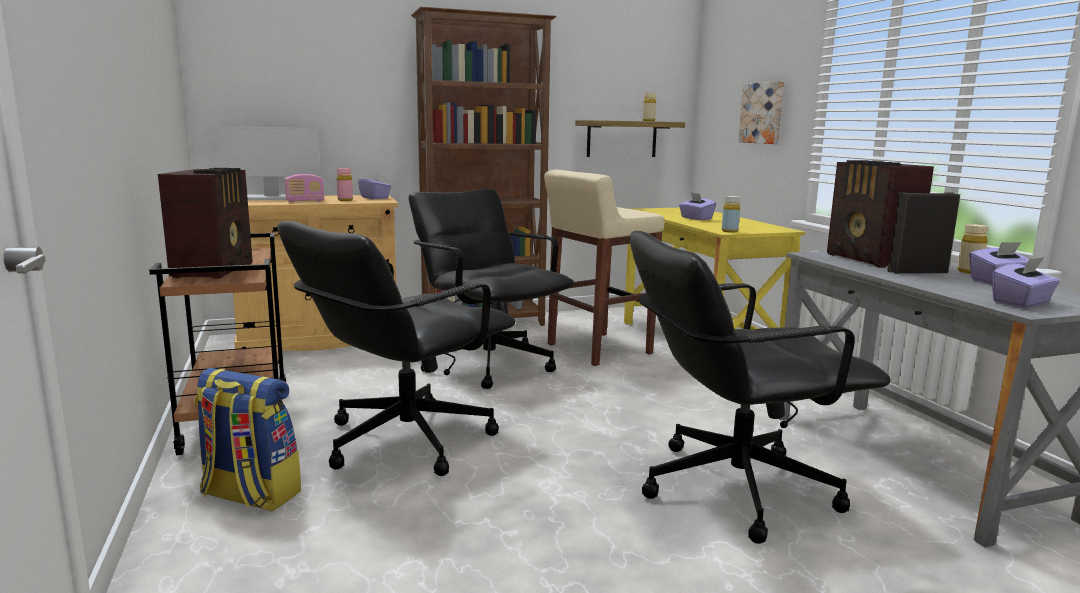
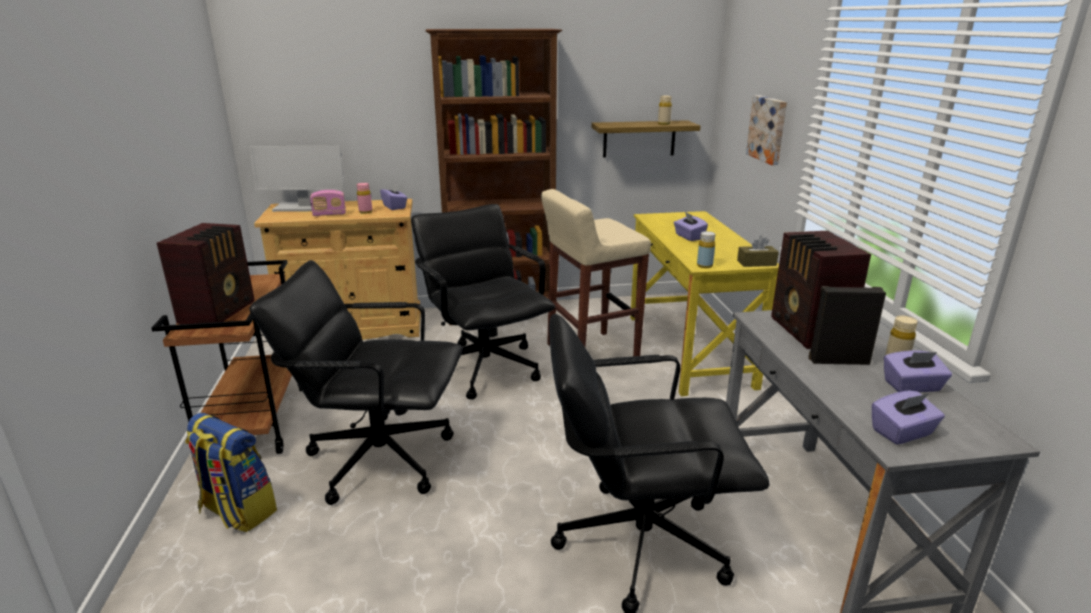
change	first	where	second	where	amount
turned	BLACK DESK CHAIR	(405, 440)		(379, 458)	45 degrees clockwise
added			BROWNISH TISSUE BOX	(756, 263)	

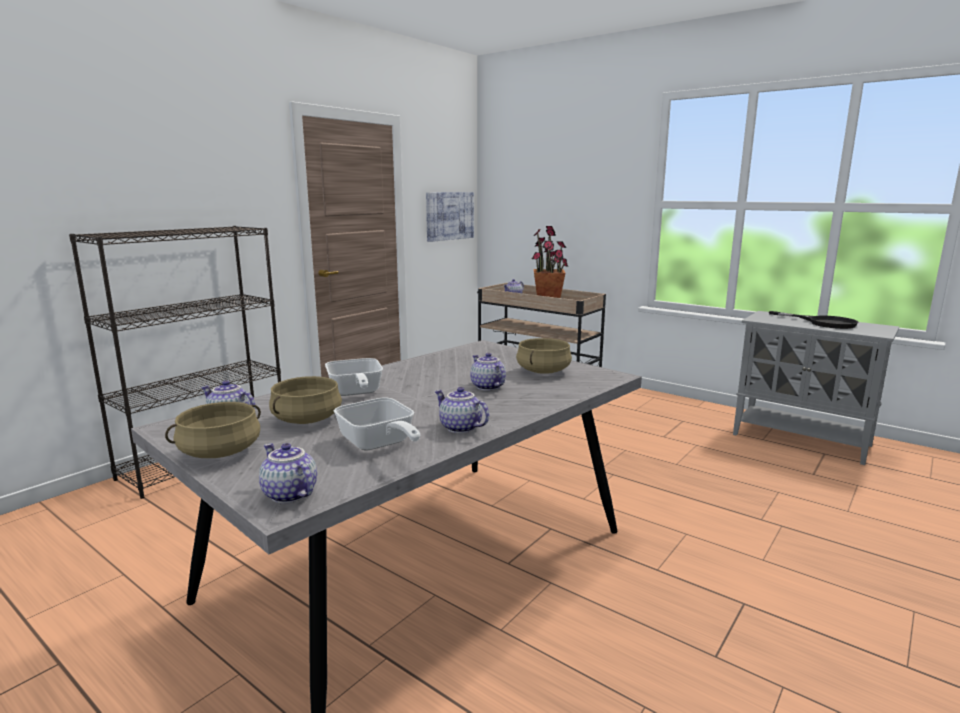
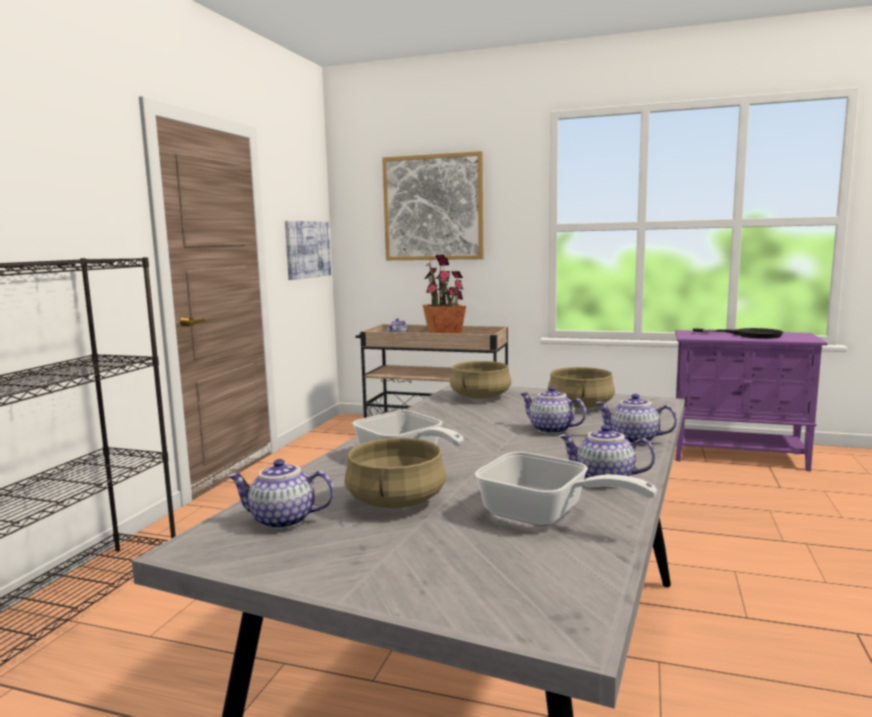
change	first	where	second	where	amount
added			WALL PICTURE	(433, 208)	
moved	BEIGE COOKING POT	(220, 452)		(480, 397)	
moved	TEA POT	(288, 494)		(633, 439)	
recoloured	GREYISH CUPBOARD	(802, 440)	PURPLE-COLOURED CUPBOARD	(739, 456)	

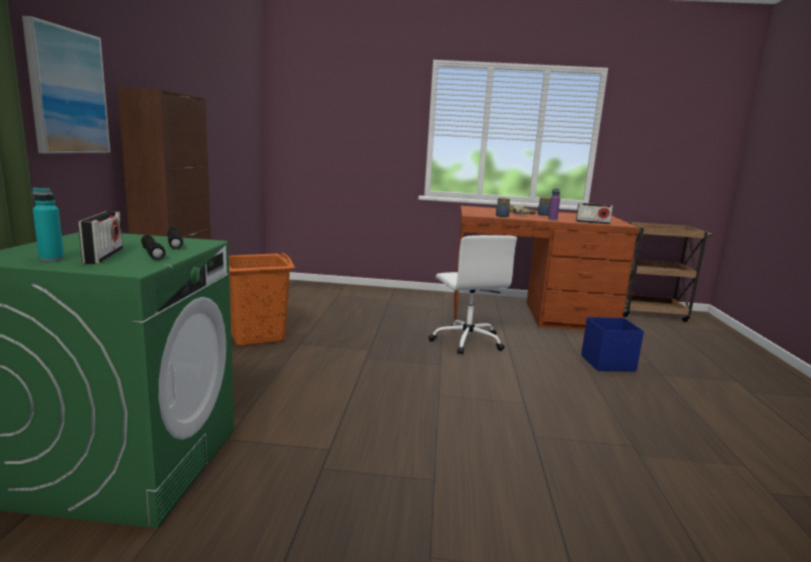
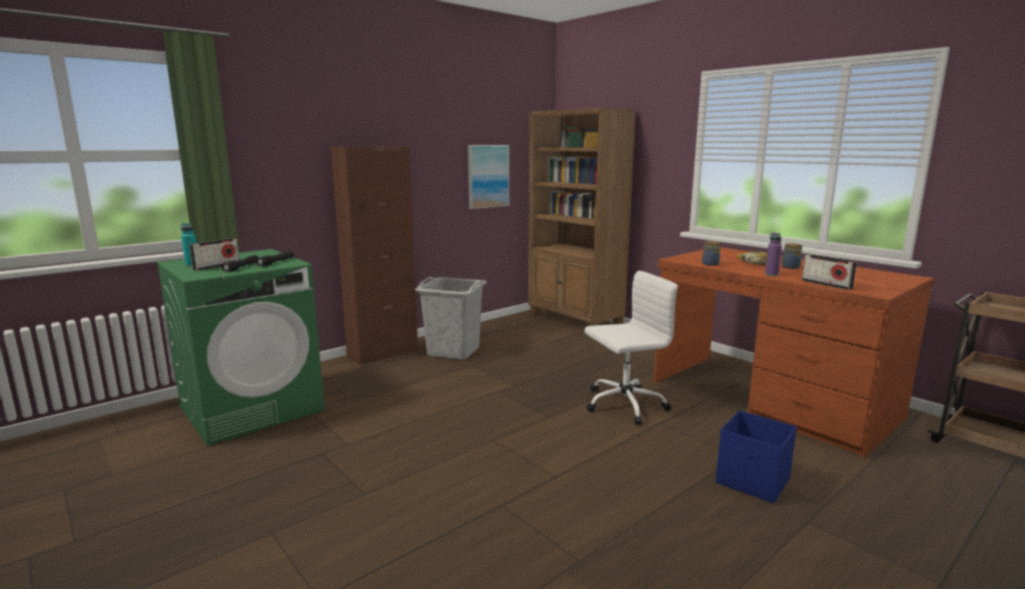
change	first	where	second	where	amount
recoloured	ORANGE WASHING BASKET	(256, 336)	GREYISH WASHING BASKET	(453, 351)	
moved	WALL PICTURE	(67, 91)		(488, 176)	
added			BROWNISH BOOKCASE	(575, 320)	
turned	WHITE DESK CHAIR	(467, 341)		(623, 404)	135 degrees counterclockwise

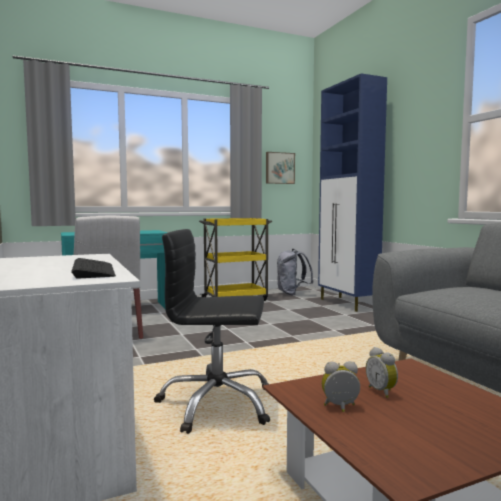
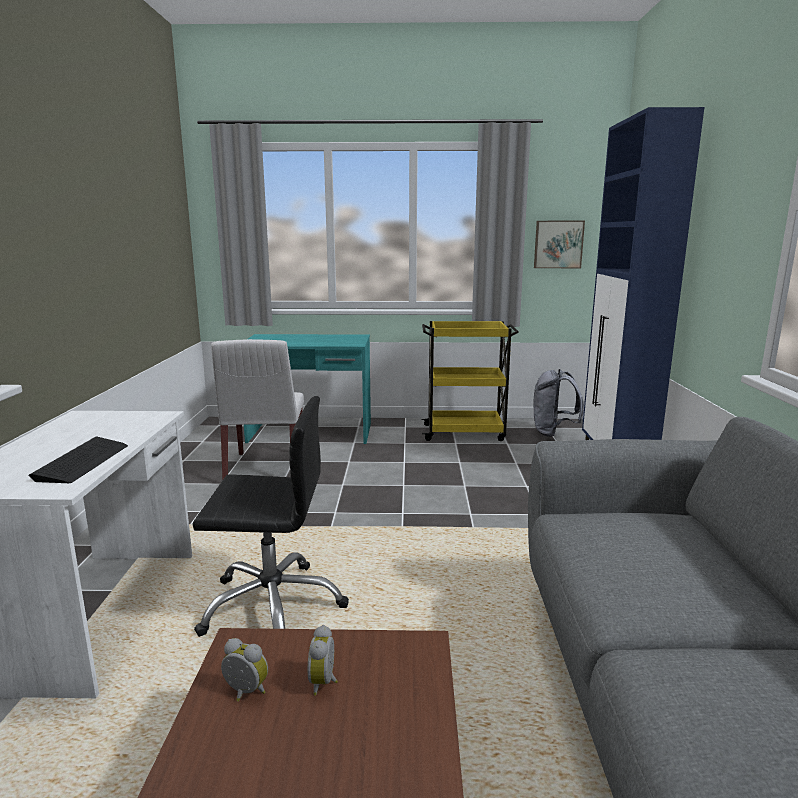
change	first	where	second	where	amount
turned	BLACK DESK CHAIR	(216, 404)		(273, 606)	150 degrees clockwise

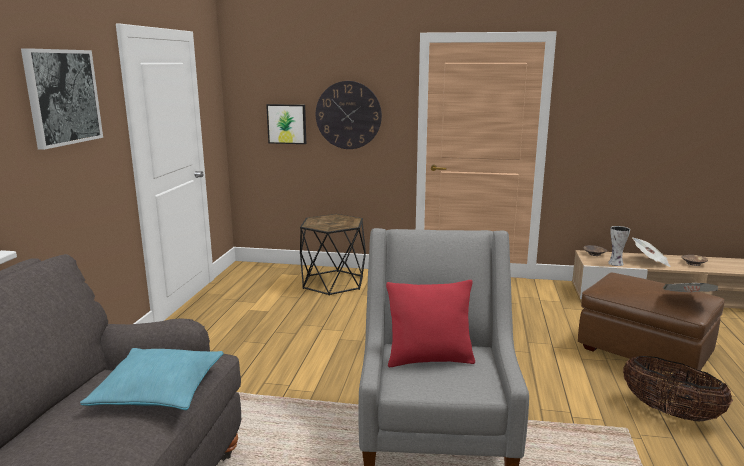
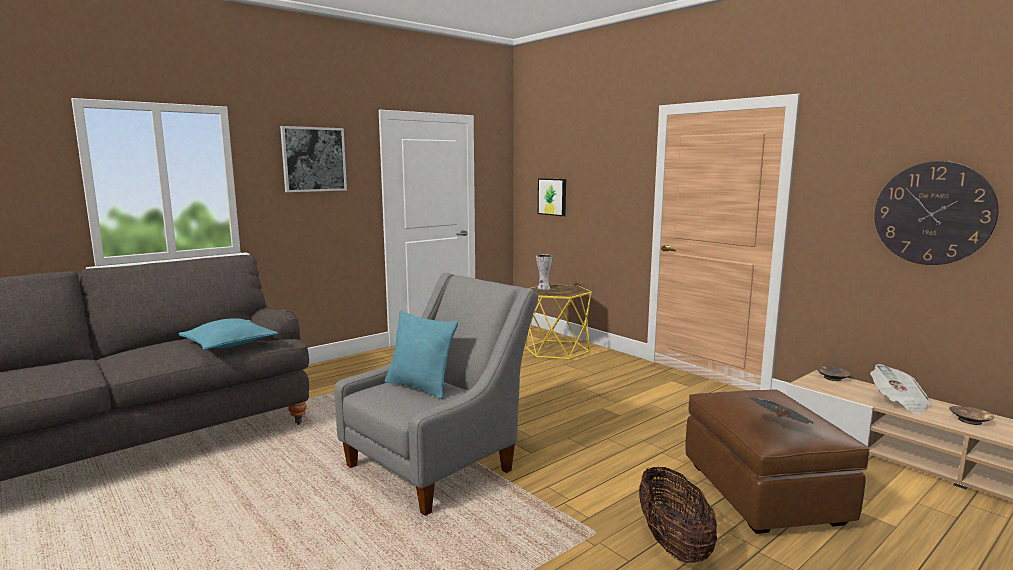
change	first	where	second	where	amount
recoloured	RED-COLOURED CUSHION	(429, 359)	BLUE-GREEN CUSHION	(420, 387)	
recoloured	BLACK ACCENT TABLE	(333, 283)	YELLOW-COLOURED ACCENT TABLE	(557, 350)	
moved	DECORATIVE VASE	(615, 263)		(543, 288)	
moved	WALL CLOCK	(348, 115)		(933, 213)	

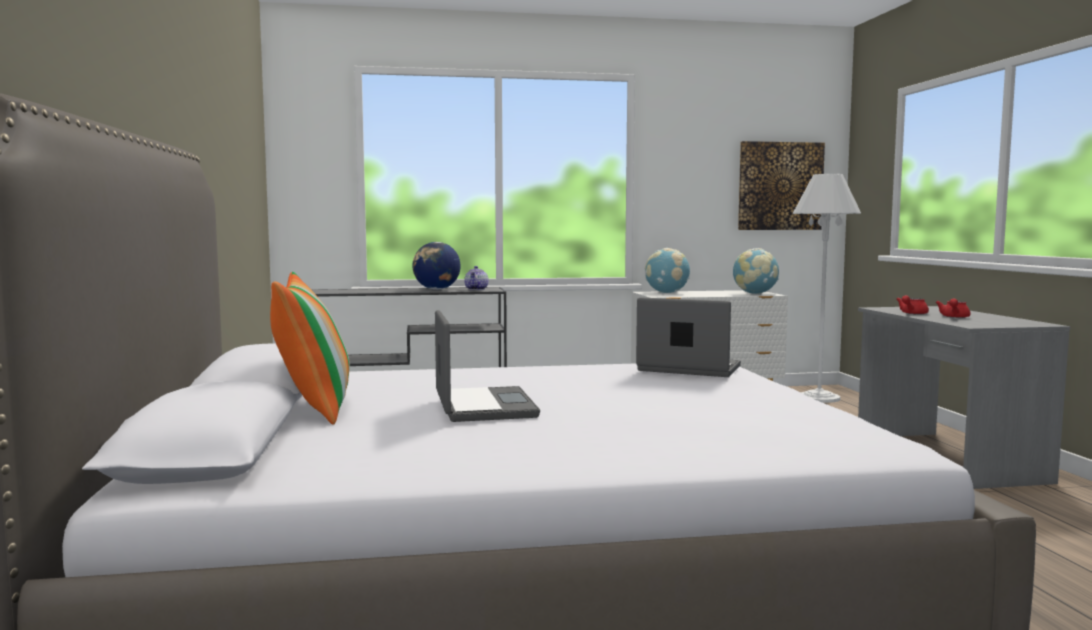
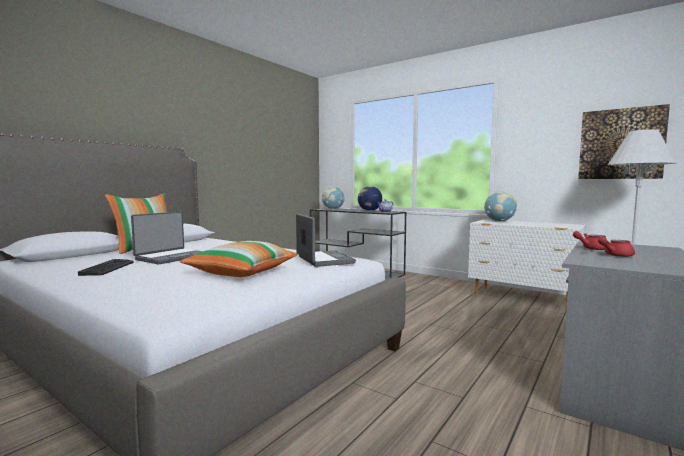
change	first	where	second	where	amount
added			PC KEYBOARD	(108, 268)	
added			CUSHION	(242, 272)	
moved	GLOBE	(755, 293)		(333, 209)	

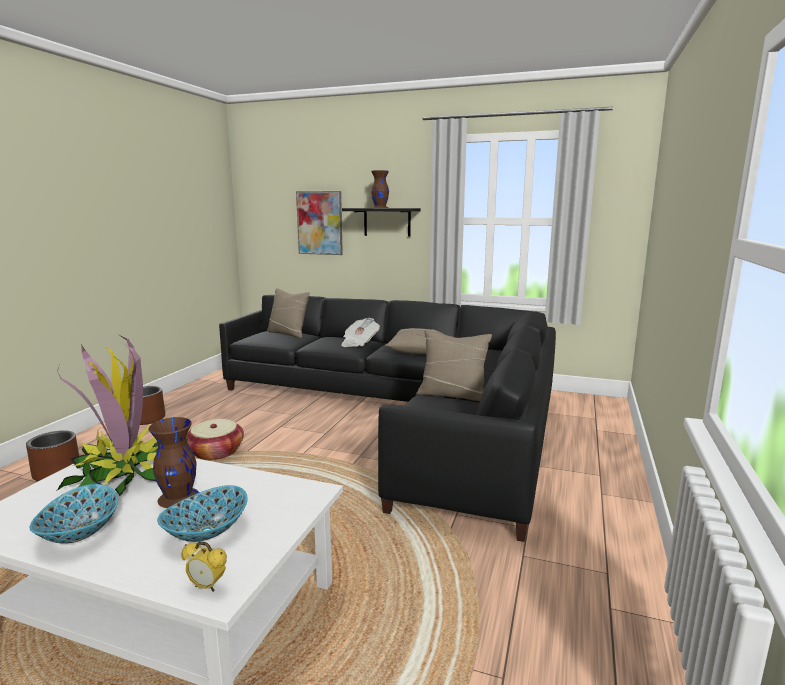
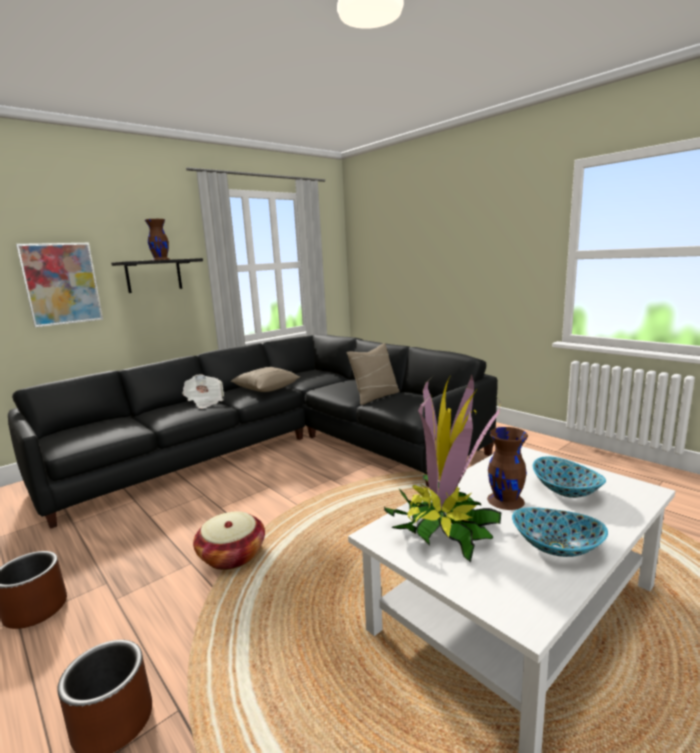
change	first	where	second	where	amount
removed	ALARM CLOCK	(207, 586)			
removed	BEIGE CUSHION	(288, 333)			

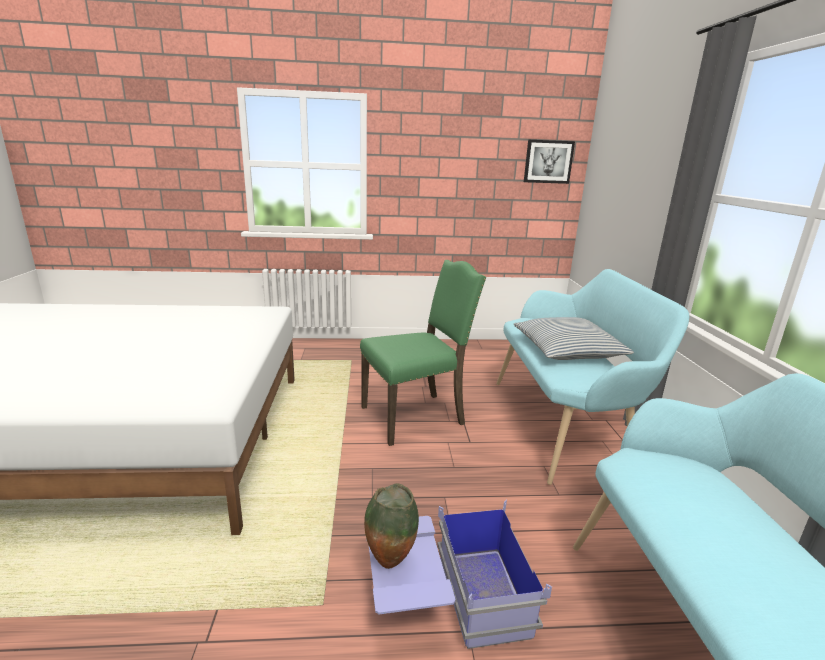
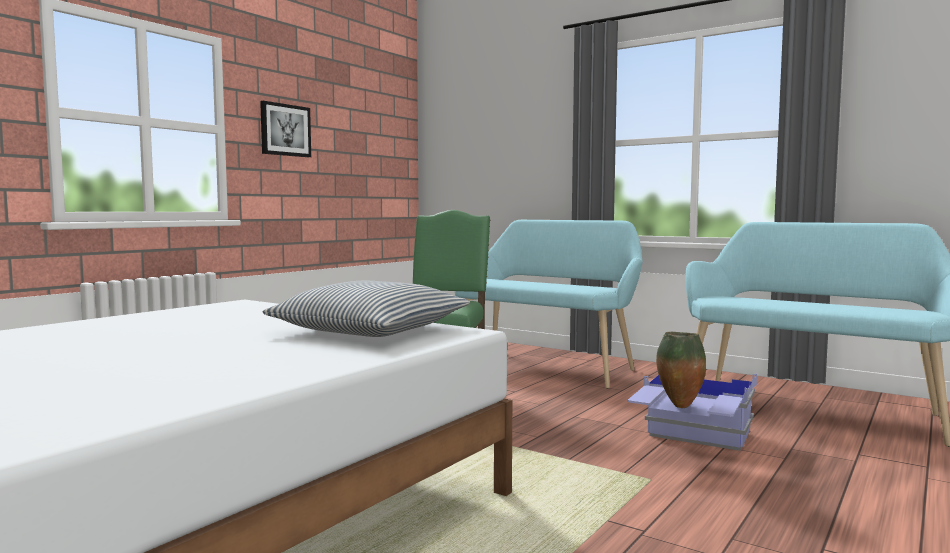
change	first	where	second	where	amount
moved	WALL PICTURE	(548, 161)		(285, 130)	
moved	CUSHION	(567, 350)		(370, 330)	

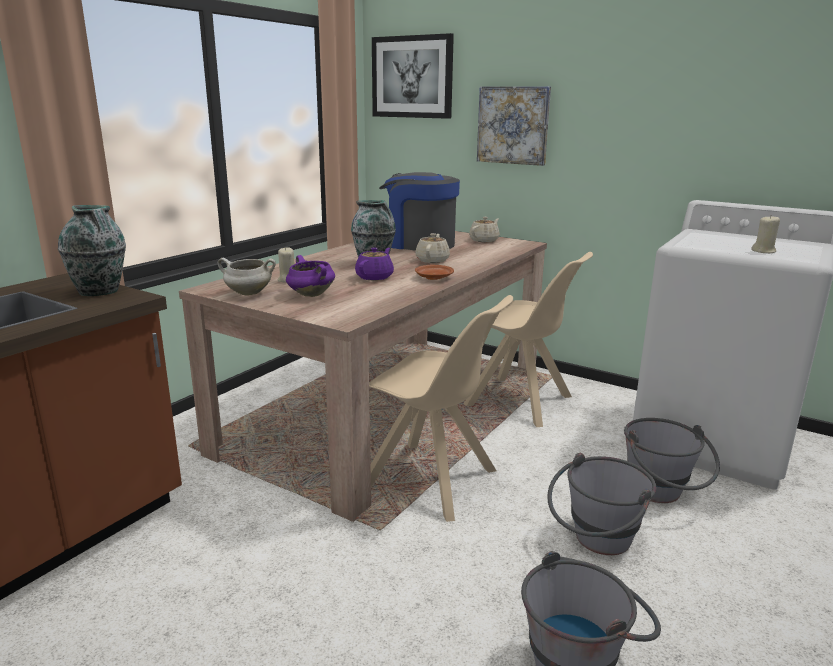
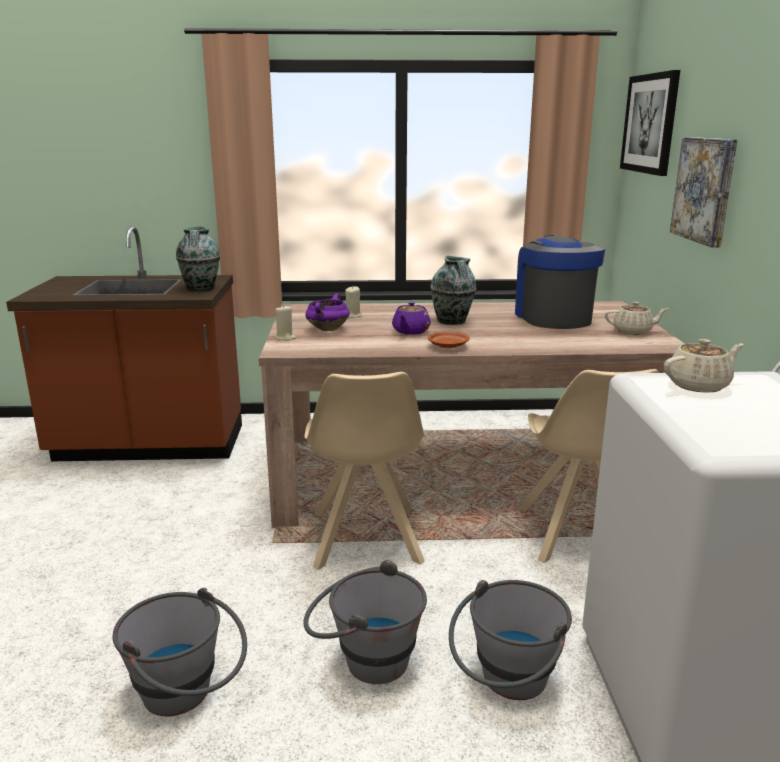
change	first	where	second	where	amount
moved	BEIGE CANDLE	(763, 251)		(285, 338)	
turned	PURPLE-COLOURED TEA POT	(375, 277)		(410, 331)	120 degrees clockwise
moved	BEIGE TEA POT	(432, 260)		(699, 385)	
removed	WHITE COOKING POT	(248, 293)			

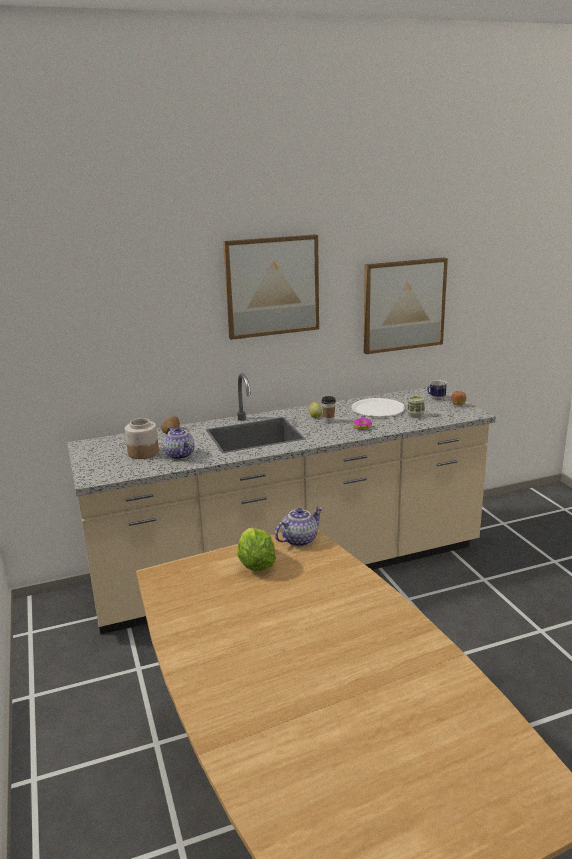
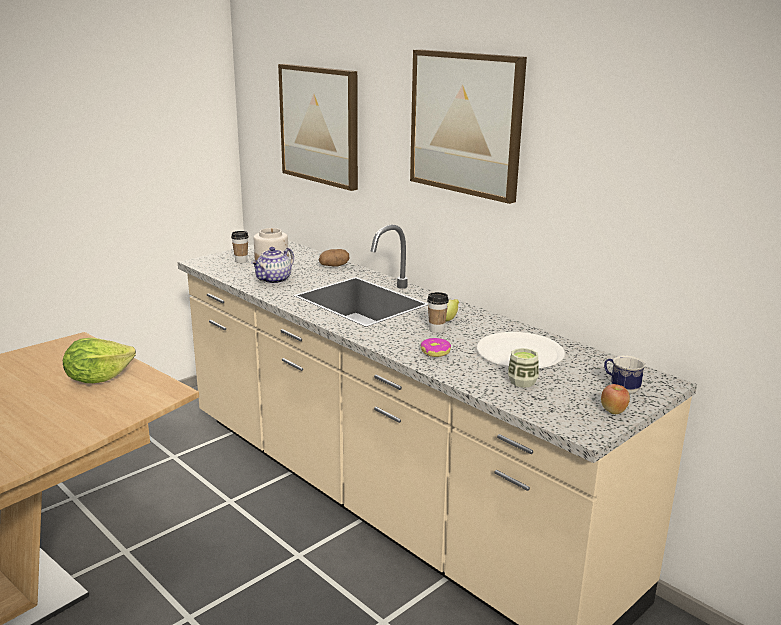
change	first	where	second	where	amount
added			CUP	(241, 261)	
moved	WALL PICTURE	(403, 305)		(320, 125)	
removed	TEA POT	(299, 540)			

